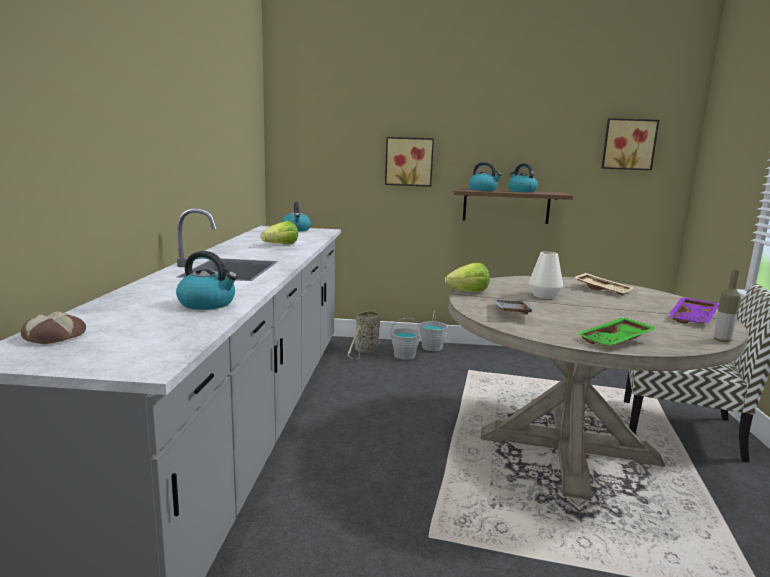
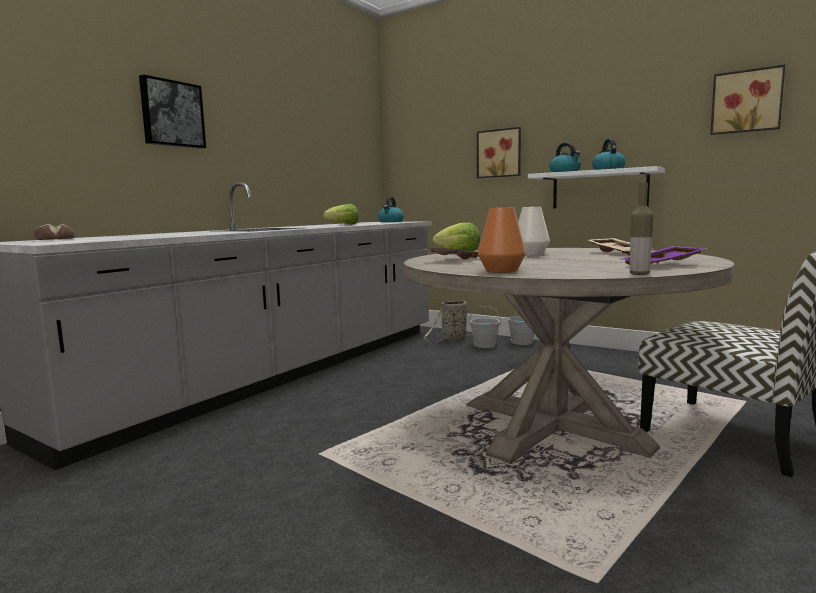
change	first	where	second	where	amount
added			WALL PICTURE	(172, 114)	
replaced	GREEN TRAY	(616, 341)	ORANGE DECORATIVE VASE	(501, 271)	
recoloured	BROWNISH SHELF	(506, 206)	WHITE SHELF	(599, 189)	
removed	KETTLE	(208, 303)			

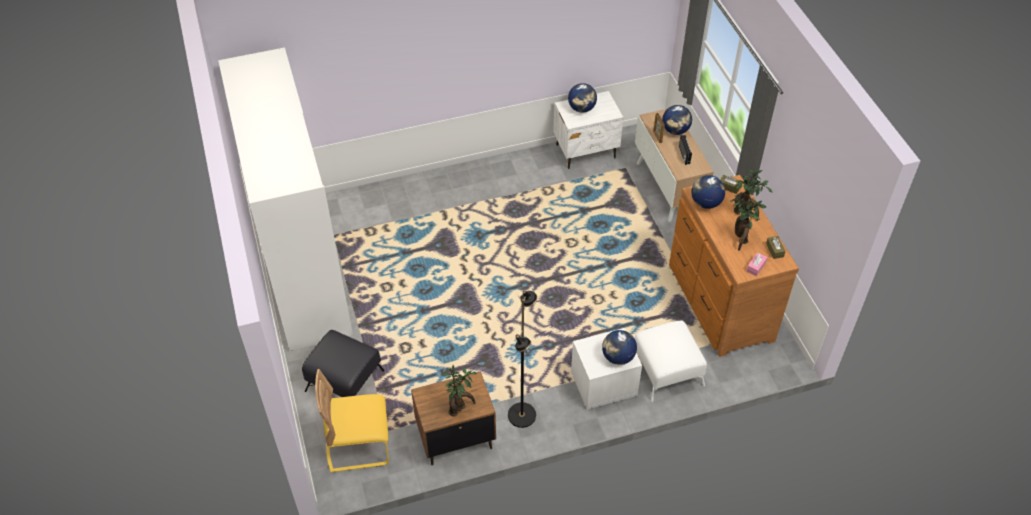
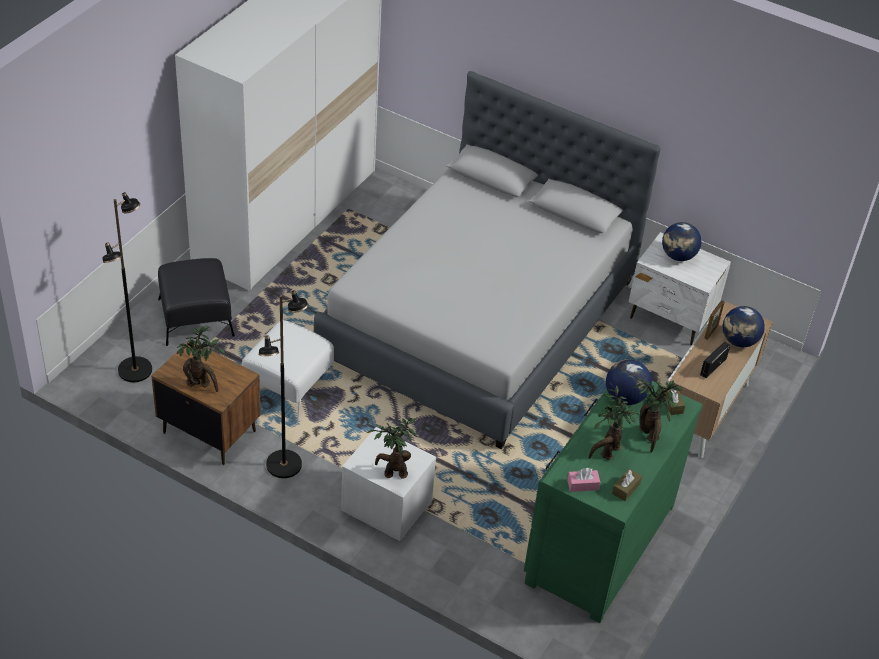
change	first	where	second	where	amount
replaced	YELLOW-COLOURED CHAIR	(358, 446)	BLACK STANDARD LAMP	(136, 370)	
moved	WHITE FOOTREST	(666, 371)		(287, 385)	
added			GREYISH SLEEPING BED	(479, 319)	
replaced	GLOBE	(618, 357)	HOUSEPLANT	(392, 472)	
recoloured	BROWNISH DRAWER CHEST	(718, 302)	GREEN DRAWER CHEST	(597, 542)	

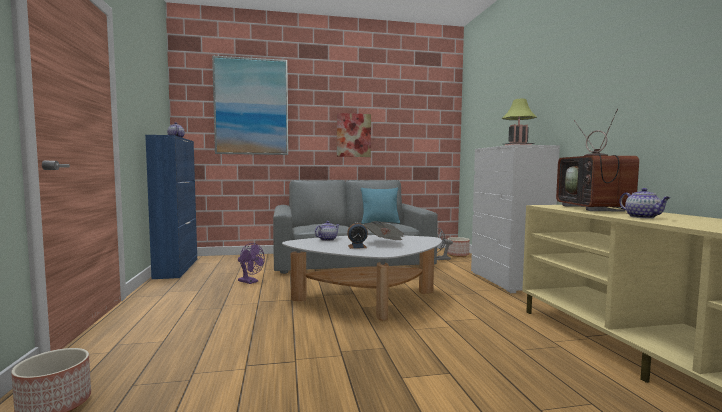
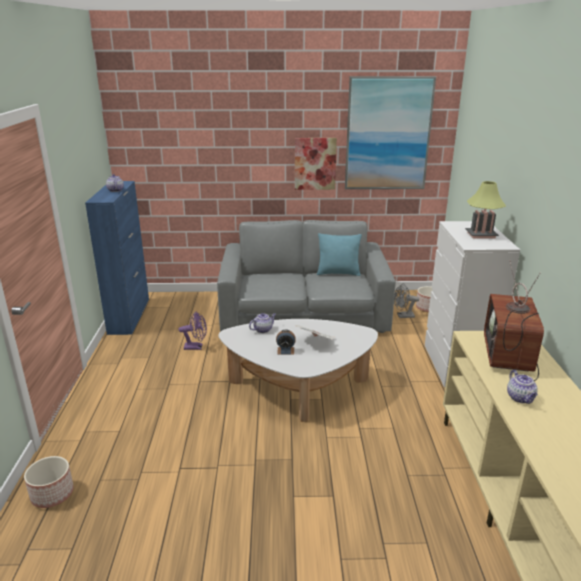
change	first	where	second	where	amount
turned	PURPLE-COLOURED COOLING FAN	(250, 282)		(196, 347)	45 degrees counterclockwise
moved	WALL PICTURE	(251, 107)		(388, 134)	

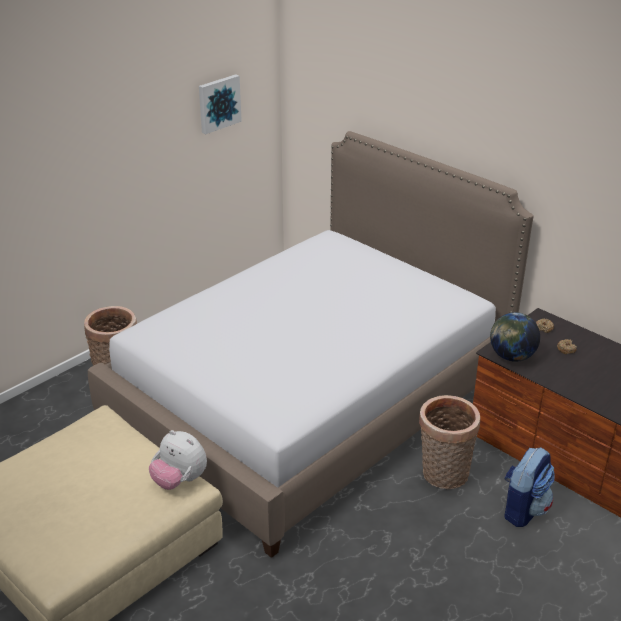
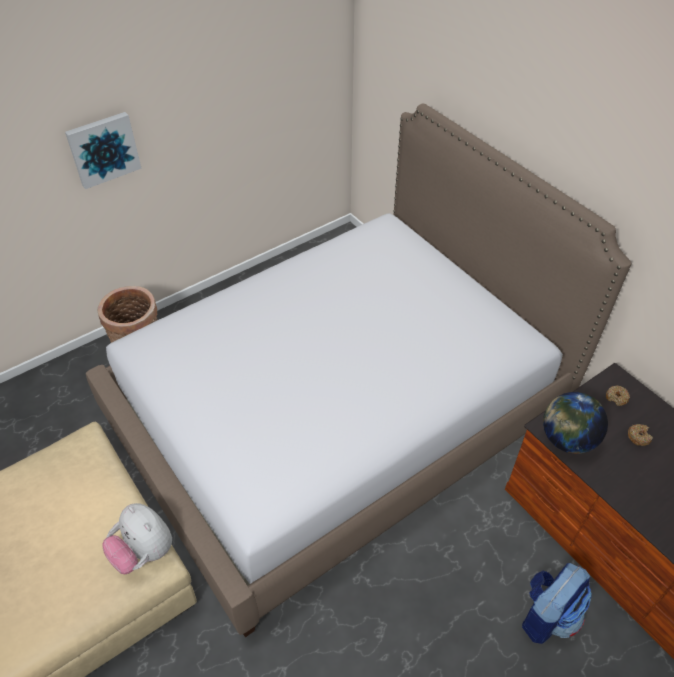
change	first	where	second	where	amount
moved	WALL PICTURE	(218, 103)		(103, 149)	
removed	STORAGE BASKET	(443, 476)			

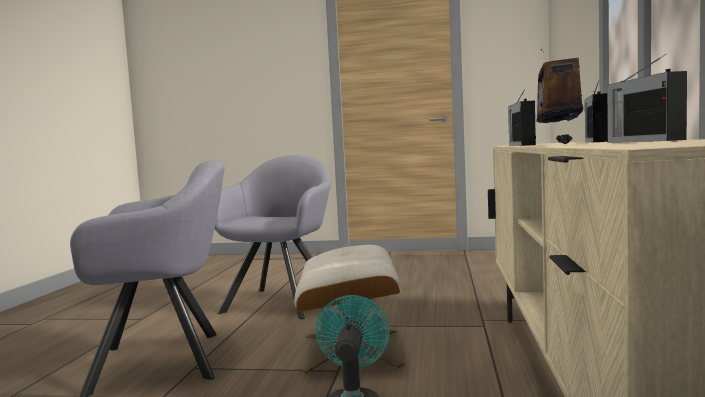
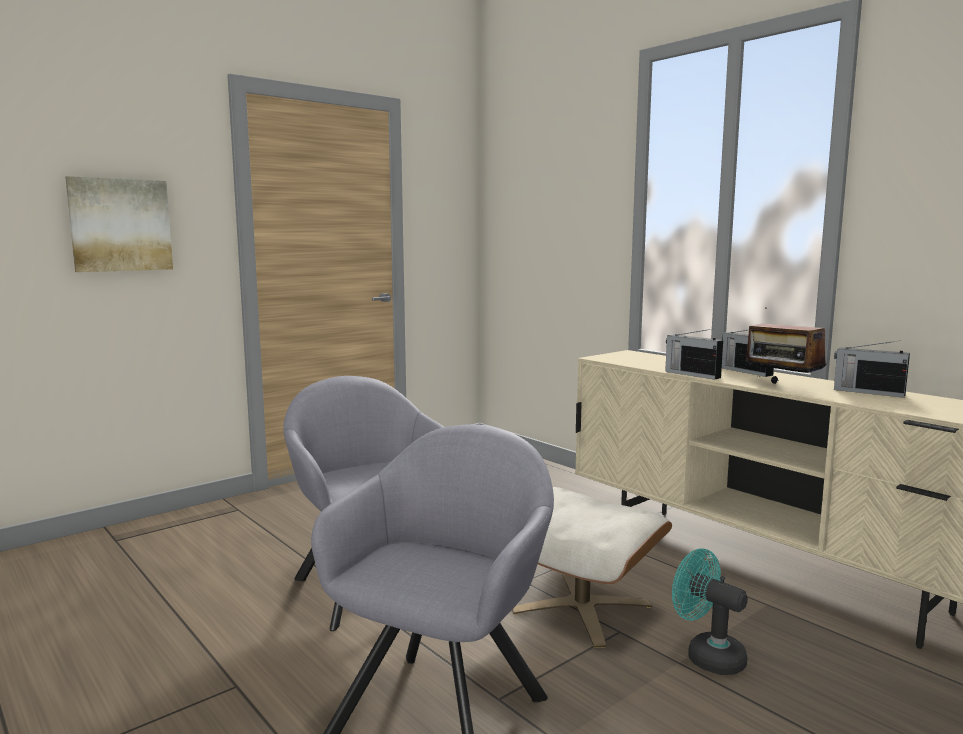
change	first	where	second	where	amount
added			WALL PICTURE	(120, 225)	

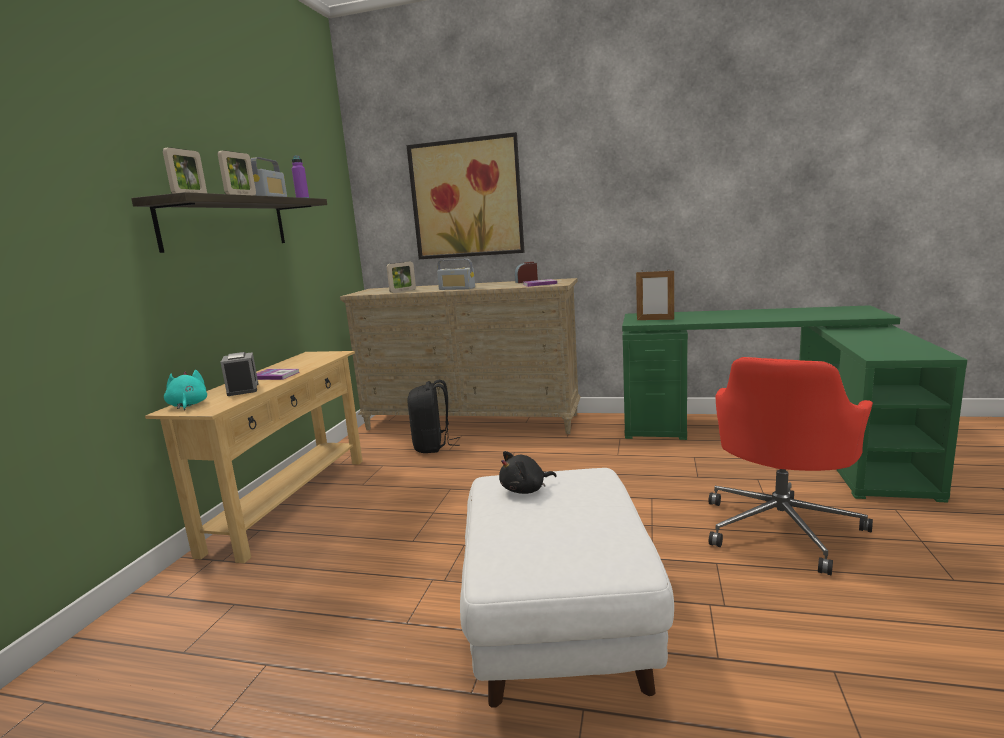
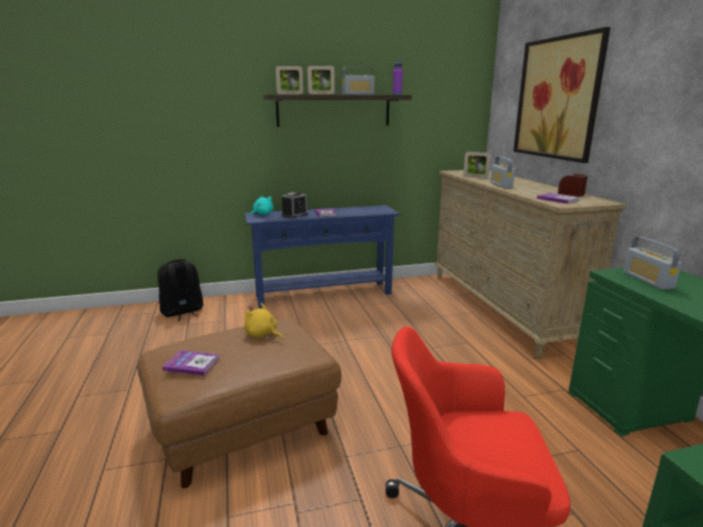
change	first	where	second	where	amount
recoloured	WHITE FOOTREST	(557, 622)	BROWNISH FOOTREST	(244, 427)	
moved	BLACK KNAPSACK	(433, 446)		(182, 312)	
added			BOOK	(192, 364)	
recoloured	BLACK PLUSH TOY	(525, 490)	YELLOW-COLOURED PLUSH TOY	(262, 335)	
recoloured	BEIGE NARROW TABLE	(290, 502)	BLUISH NARROW TABLE	(324, 294)	
replaced	STANDING FRAME	(655, 319)	RADIO	(648, 280)	

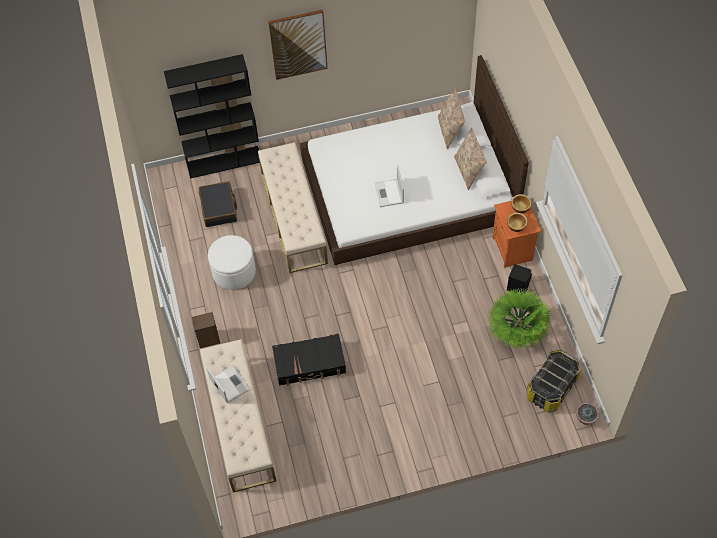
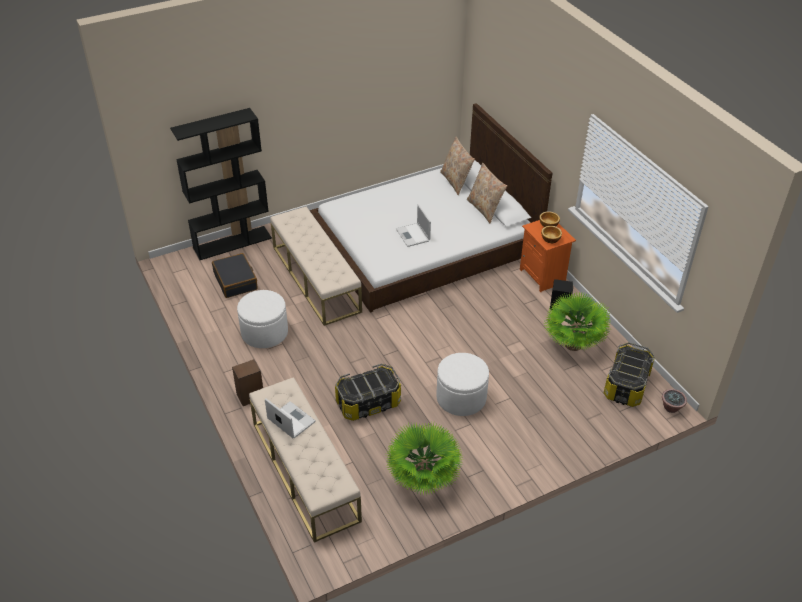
change	first	where	second	where	amount
replaced	BLACK TRAVEL CASE	(310, 364)	STORAGE BIN	(368, 403)	
added			HOUSEPLANT	(423, 480)	
added			WHITE FOOTREST	(461, 398)	
removed	WALL PICTURE	(298, 44)			

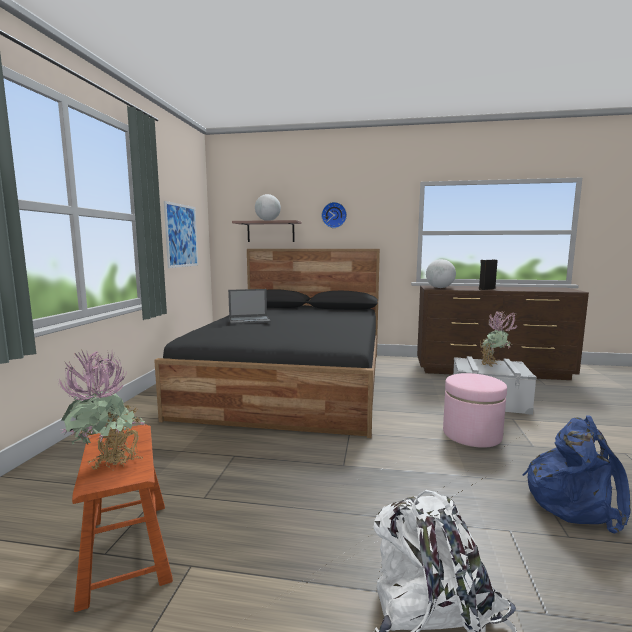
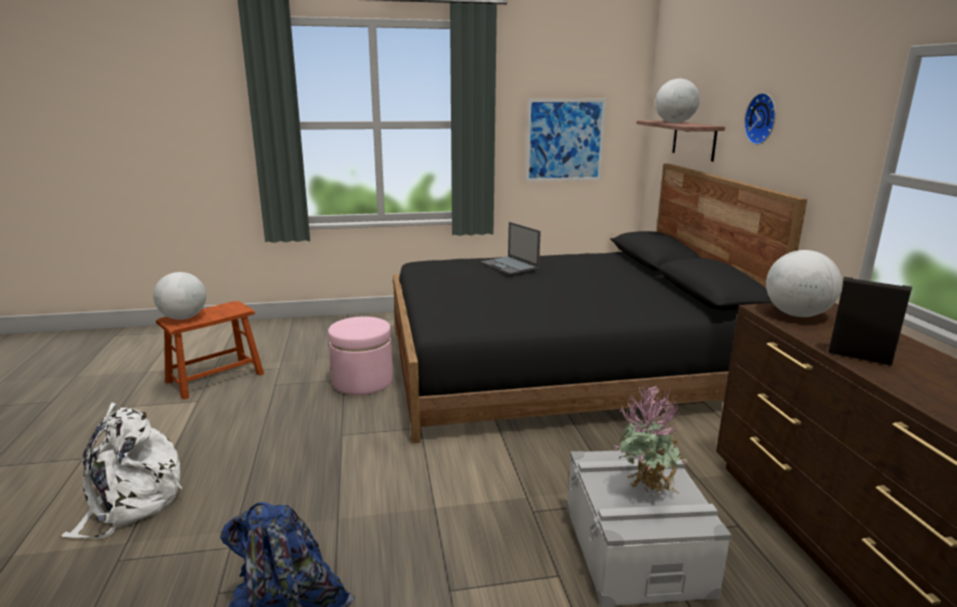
change	first	where	second	where	amount
replaced	HOUSEPLANT	(110, 469)	GLOBE	(183, 318)	
moved	PINK-COLOURED FOOTREST	(472, 434)		(363, 381)	

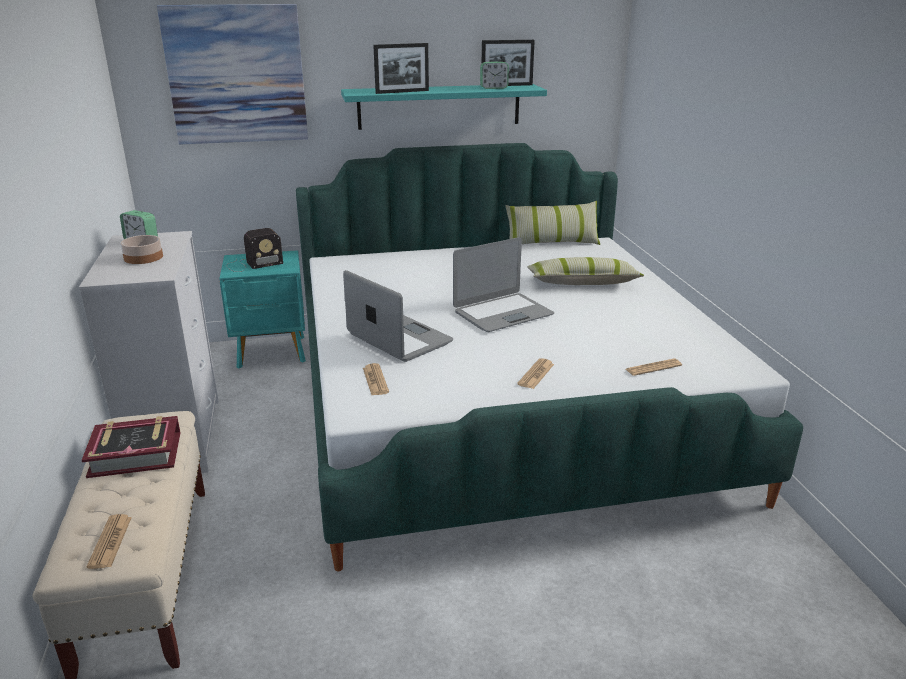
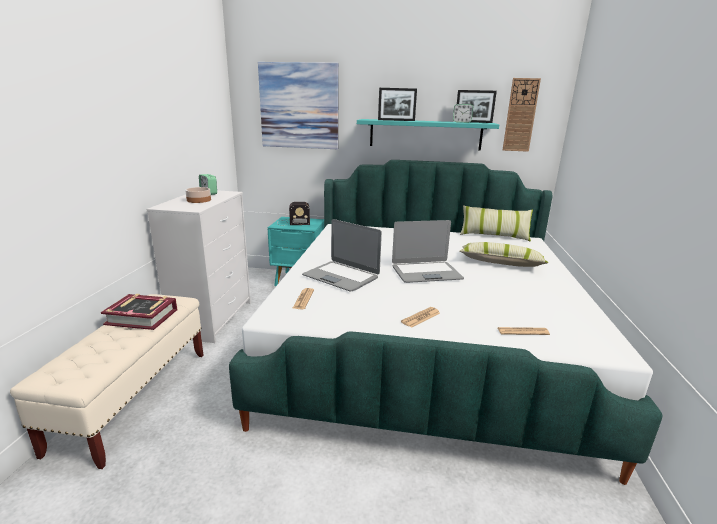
change	first	where	second	where	amount
turned	PORTABLE COMPUTER	(399, 339)		(341, 276)	150 degrees clockwise
added			WALL CLOCK	(520, 115)	
removed	NEWSPAPER	(110, 542)			

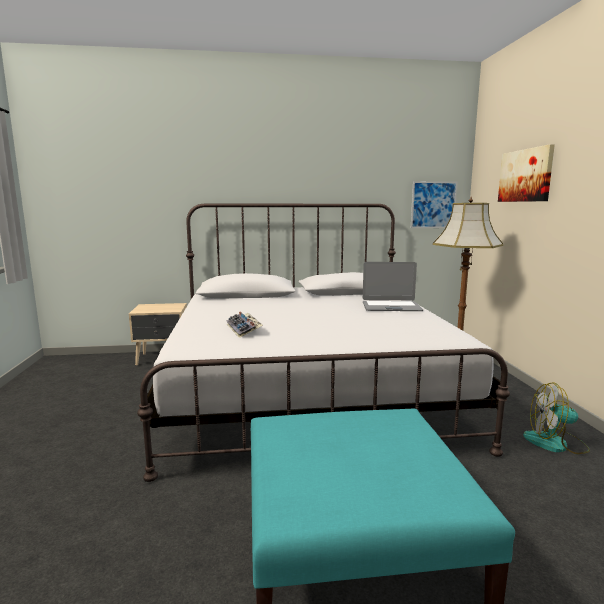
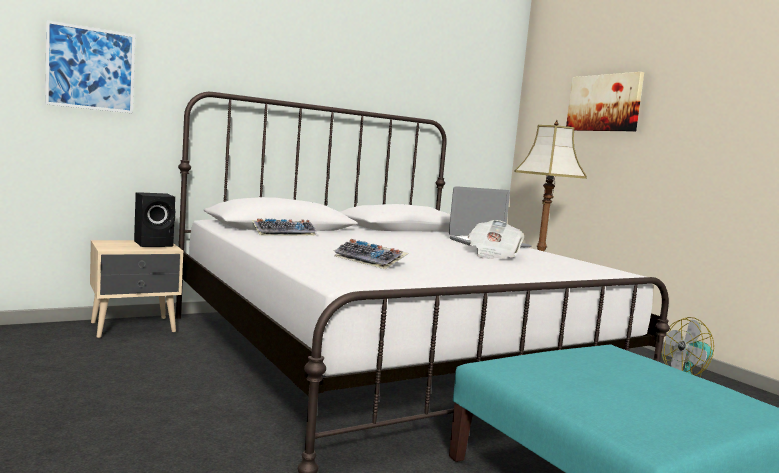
change	first	where	second	where	amount
moved	WALL PICTURE	(433, 205)		(91, 68)	
added			BLACK SPEAKER	(155, 244)	
added			PC KEYBOARD	(284, 233)	
added			NEWSPAPER	(493, 255)	

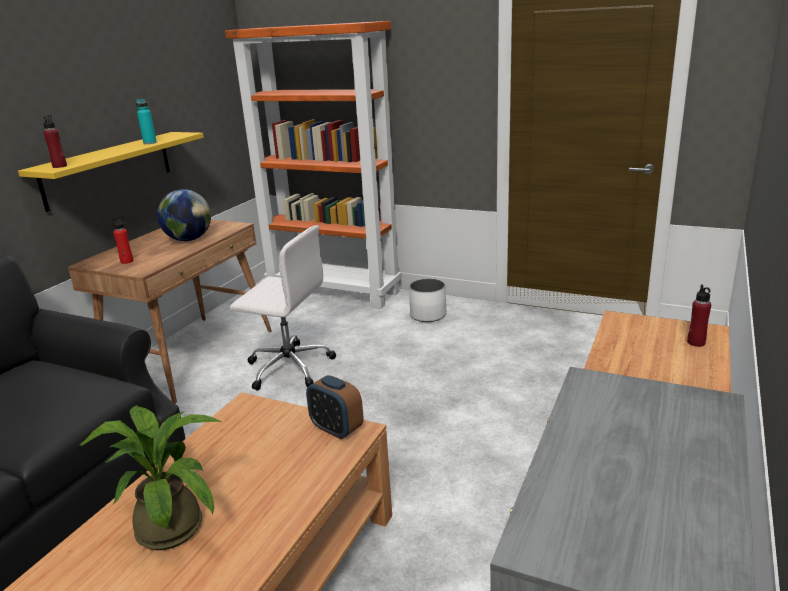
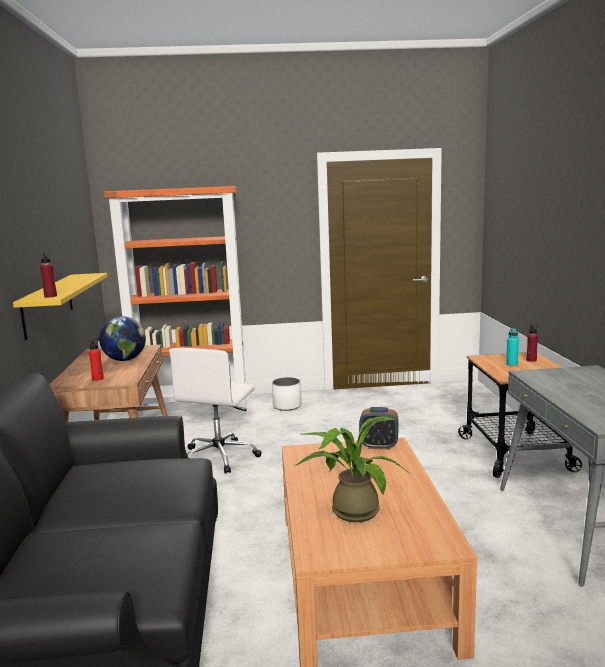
change	first	where	second	where	amount
turned	WHITE DESK CHAIR	(288, 367)		(220, 456)	120 degrees clockwise
moved	BLUE-GREEN BOTTLE	(150, 143)		(511, 364)	

